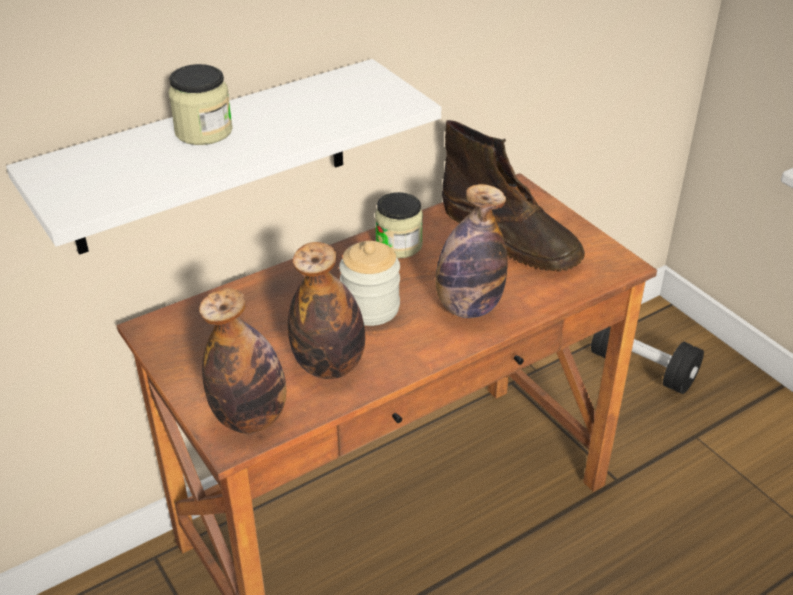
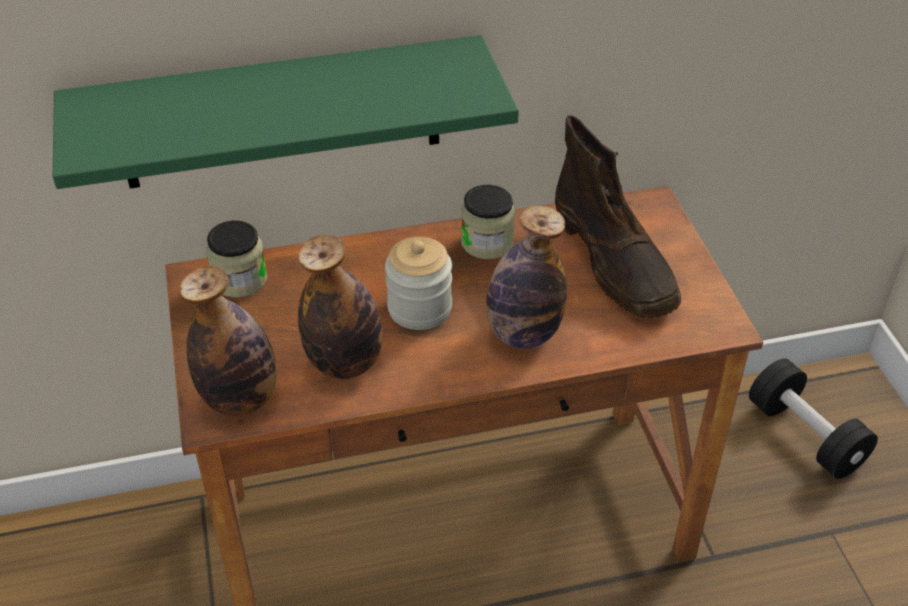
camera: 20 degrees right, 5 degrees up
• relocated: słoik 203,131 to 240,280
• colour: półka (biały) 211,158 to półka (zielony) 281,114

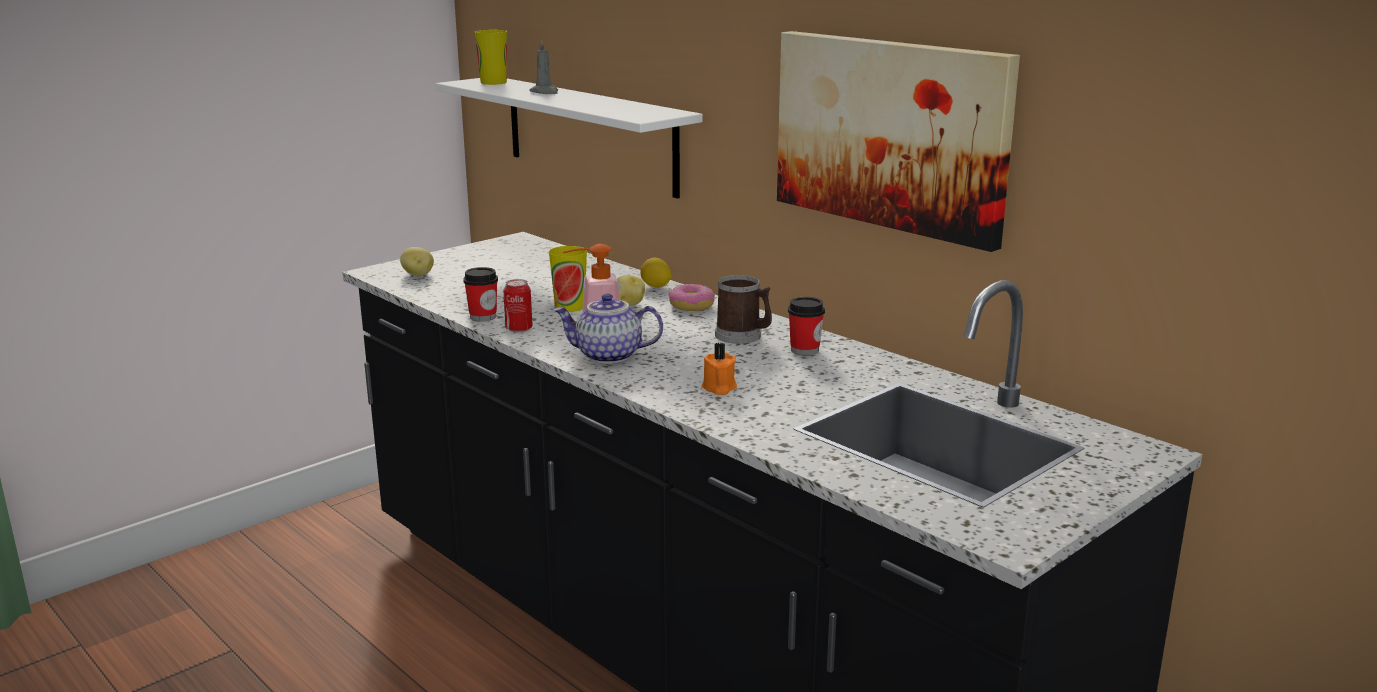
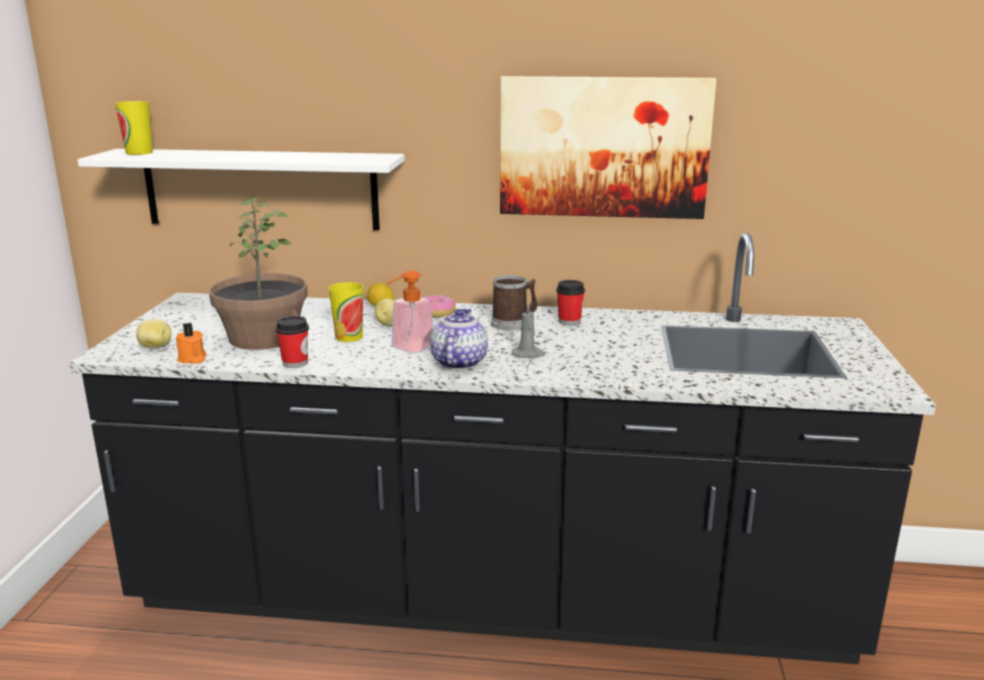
camera: 40 degrees left, 0 degrees up
• missing: puszka 519,329
• appeared: roślina doniczkowa 262,338
• relocated: świeca (szary) 545,92 to 528,354
• relocated: świeca (pomarańczowy) 718,388 to 192,359
• spun: imbryk 608,356 = 458,362 135 degrees clockwise

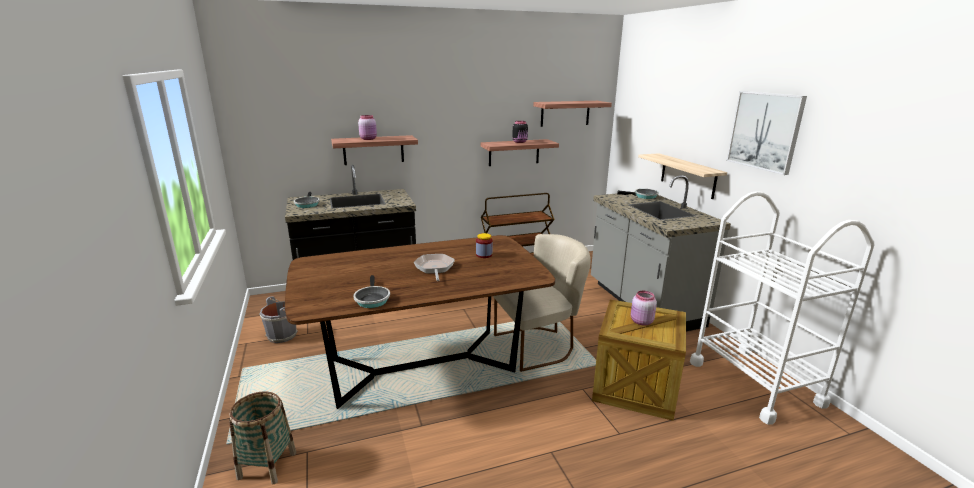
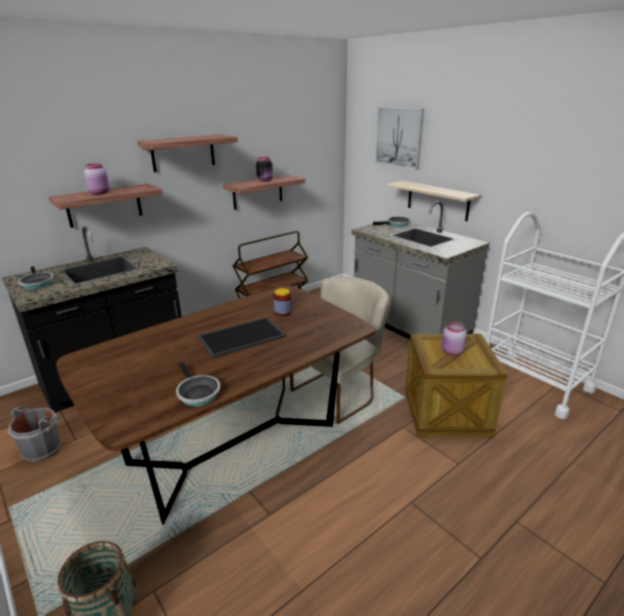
camera: 20 degrees left, 5 degrees up
• relocated: półka 565,113 to 183,153
• relocated: obraz 765,131 to 399,137
• exchanged: patelnia 434,268 to taca 241,338

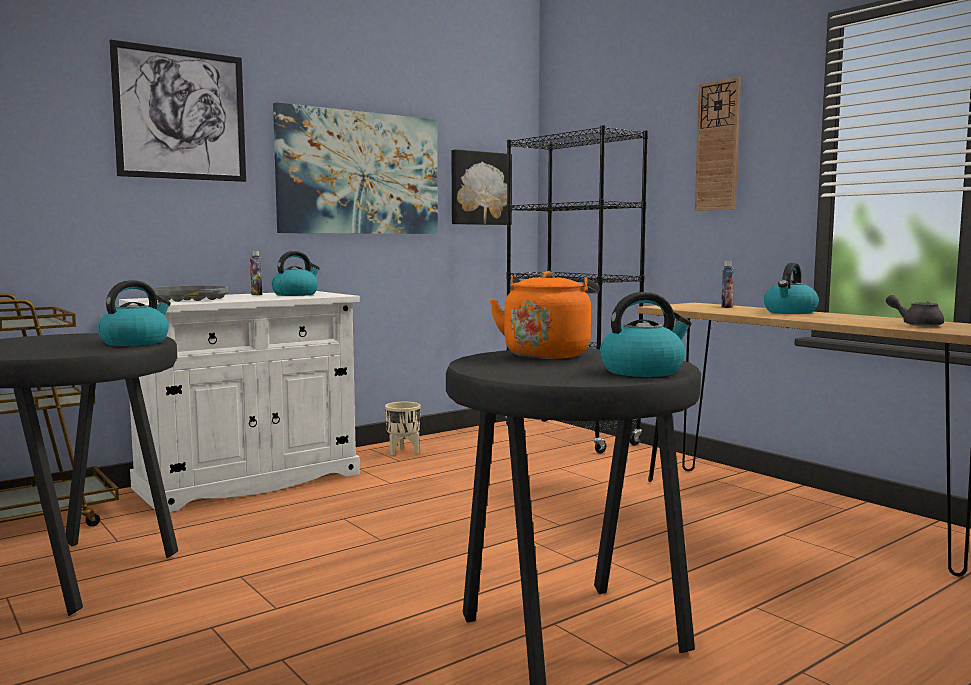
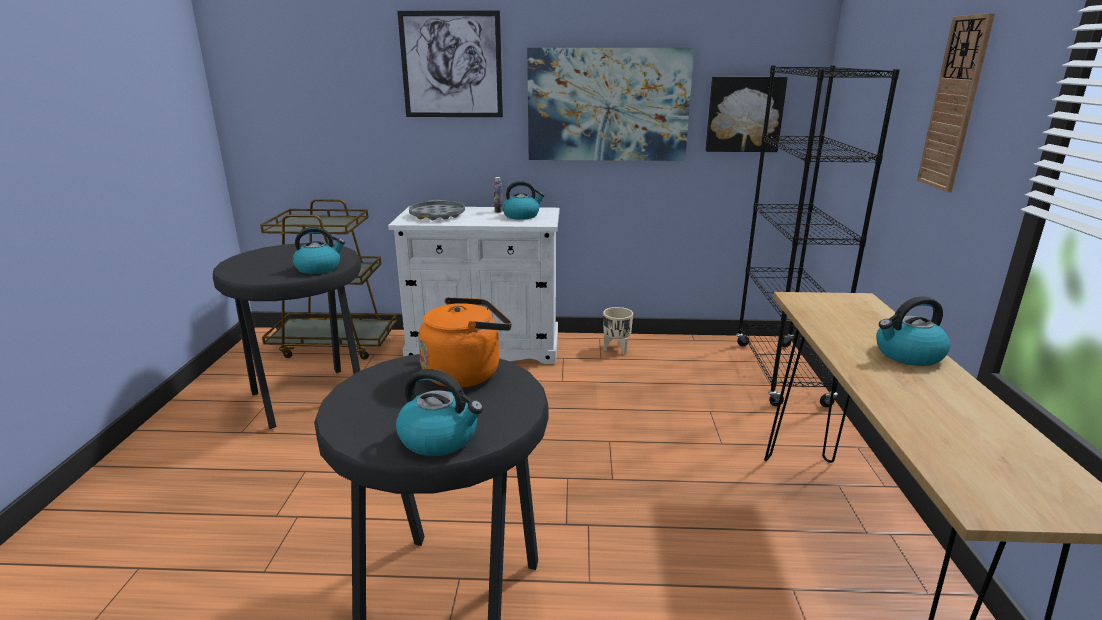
camera: 40 degrees right, 15 degrees up
• missing: butelka 726,307
• missing: imbryk (szary) 916,324

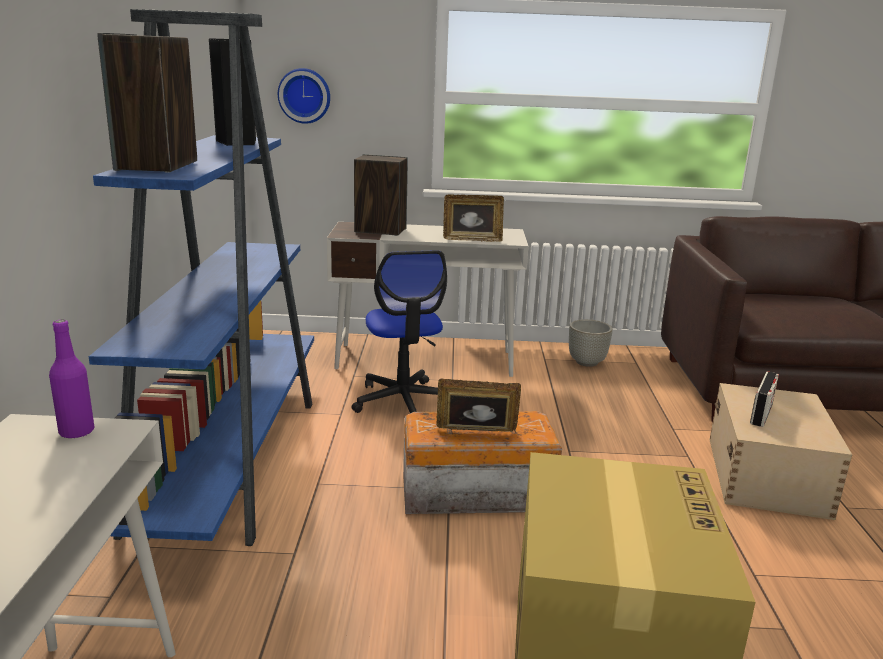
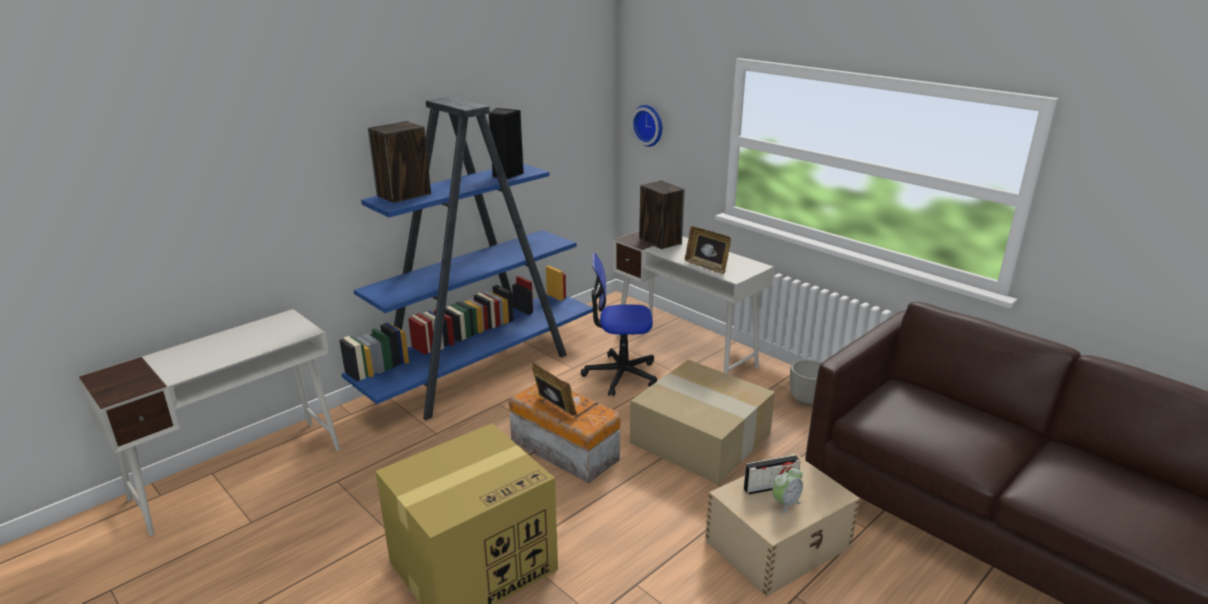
camera: 45 degrees right, 5 degrees up
• missing: butelka (fioletowy) 77,432
• appeared: karton 703,438
• appeared: budzik 785,503
• spun: krzesło biurowe 403,401 = 621,375 60 degrees clockwise

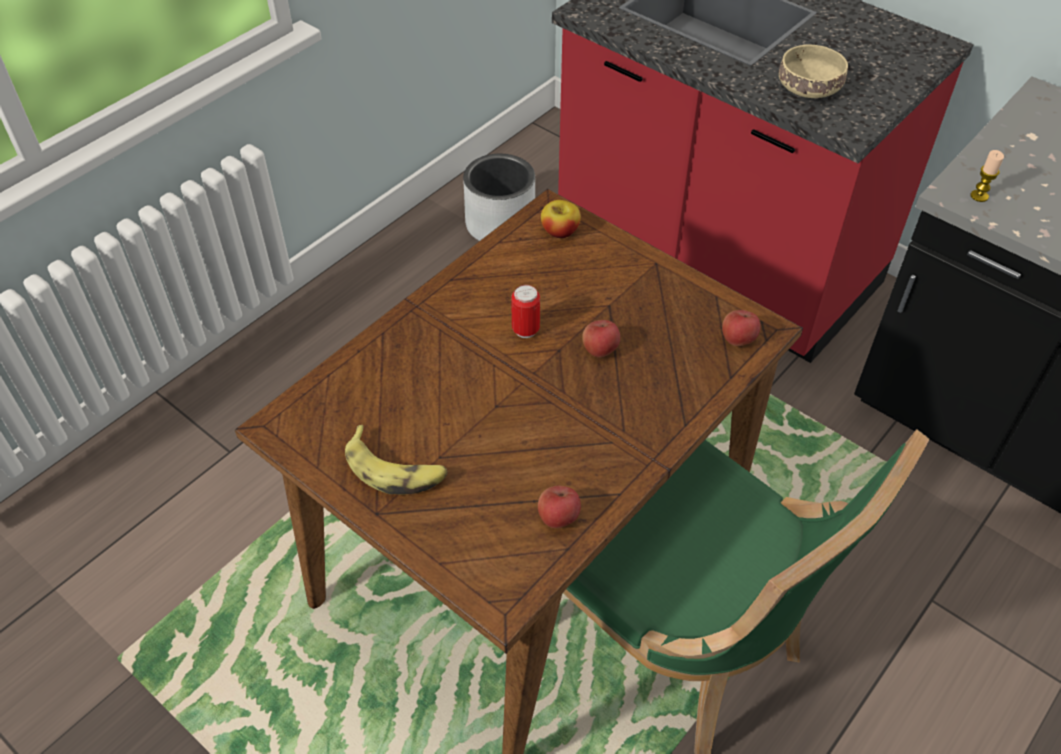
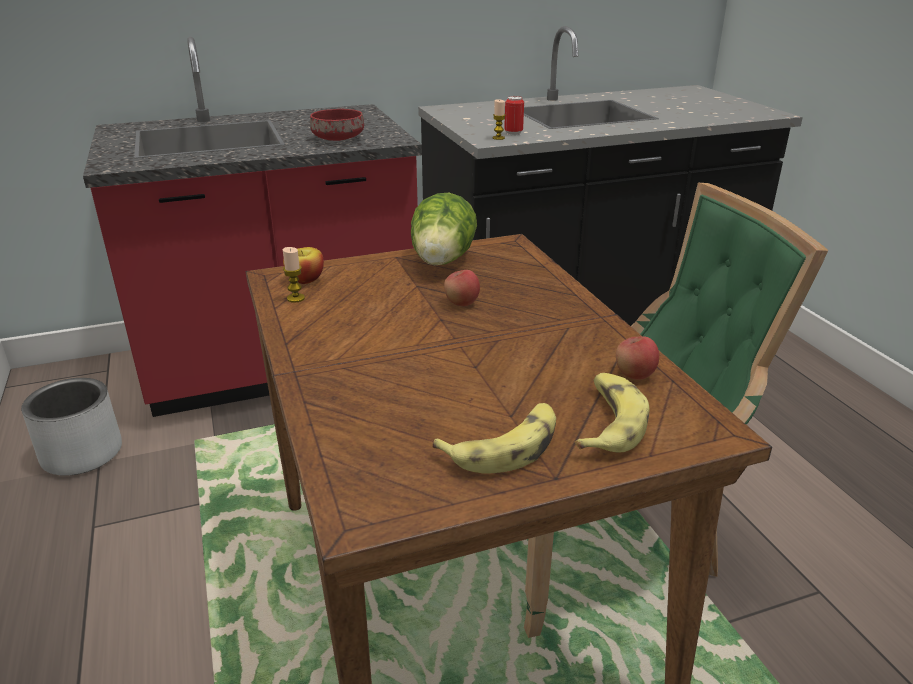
camera: 60 degrees left, 20 degrees down
• missing: jabłko 738,339
• appeared: świeca 295,298
• appeared: sałata 442,262
• appeared: banan 608,422
• relocated: puszka 525,330 to 513,133
• colour: miska (beżowy) 808,87 to miska (czerwony) 337,138

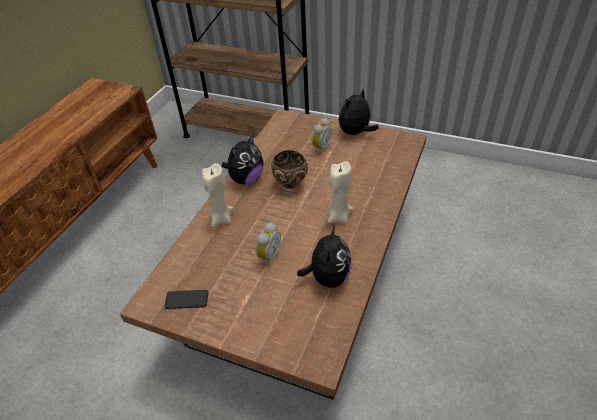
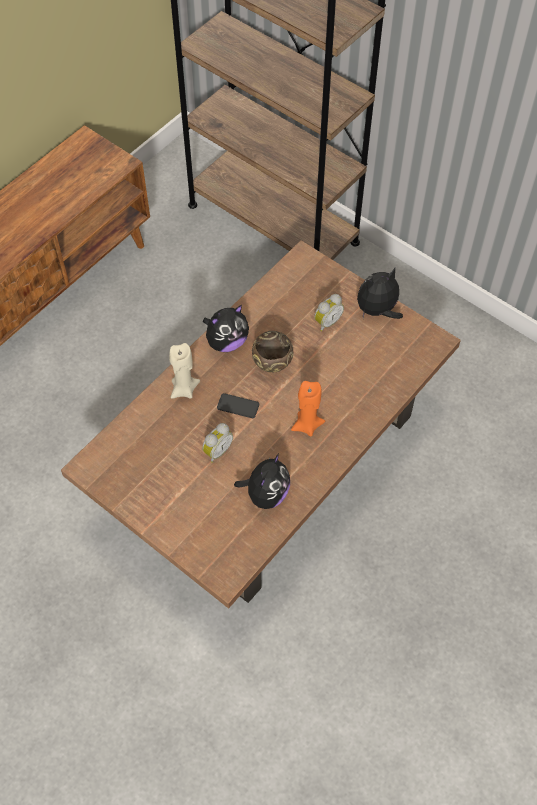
camera: 15 degrees right, 15 degrees up
• relocated: telefon 186,299 to 238,406
• colour: świeca (beżowy) 339,217 to świeca (pomarańczowy) 307,425

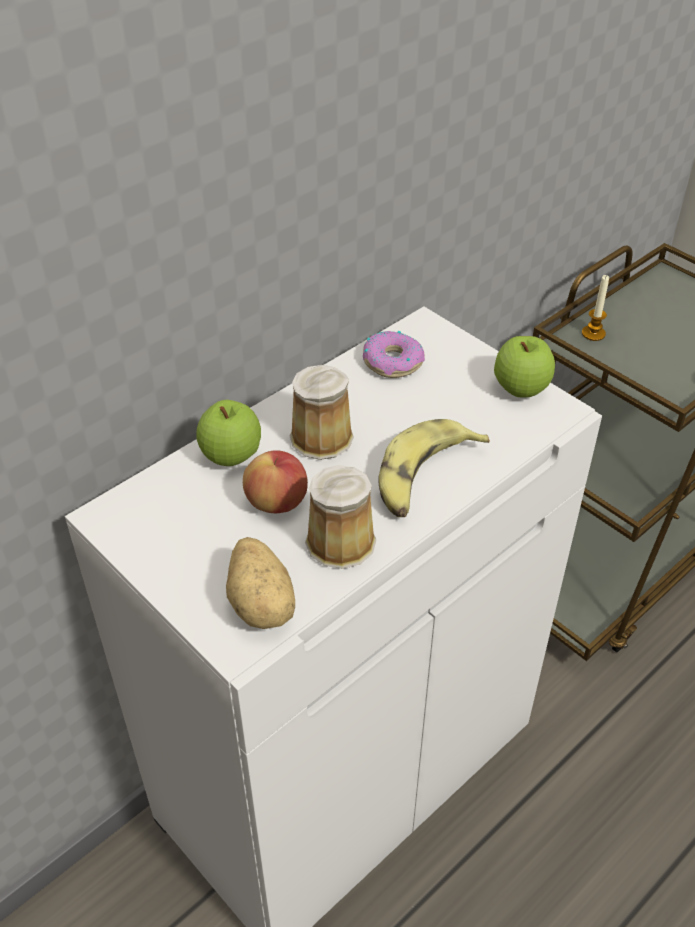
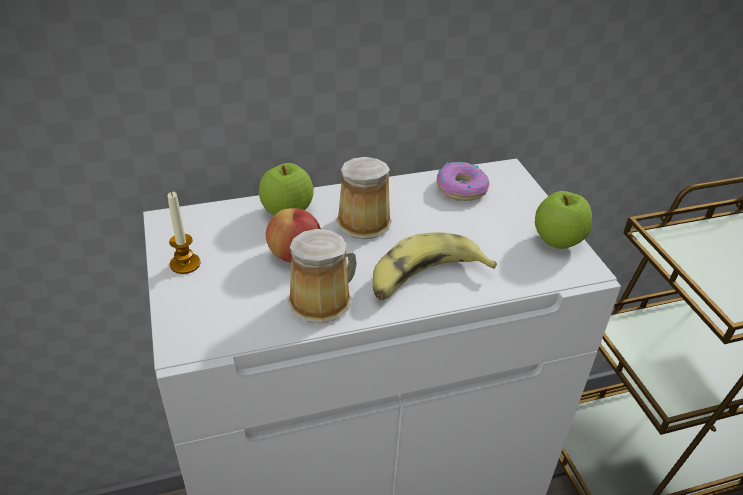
camera: 25 degrees right, 5 degrees down
• missing: ziemniak 263,603
• relocated: świeca 593,333 to 185,264

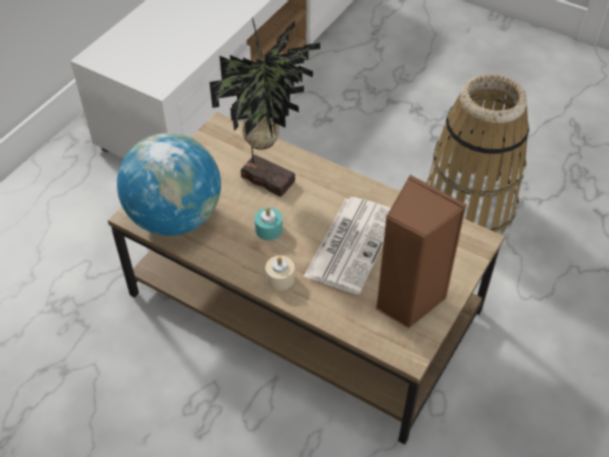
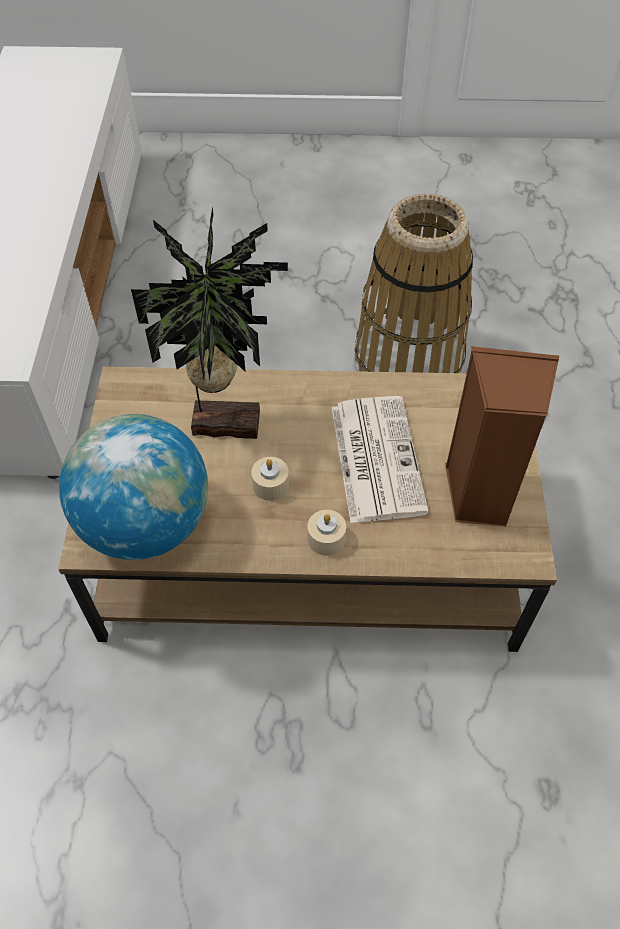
camera: 30 degrees left, 5 degrees up
• colour: świeca (turkusowy) 268,229 to świeca (beżowy) 270,485

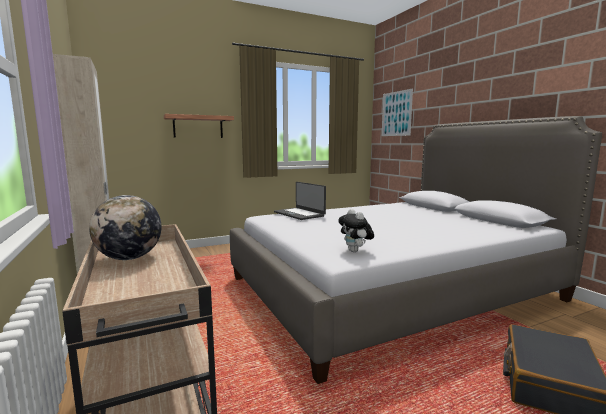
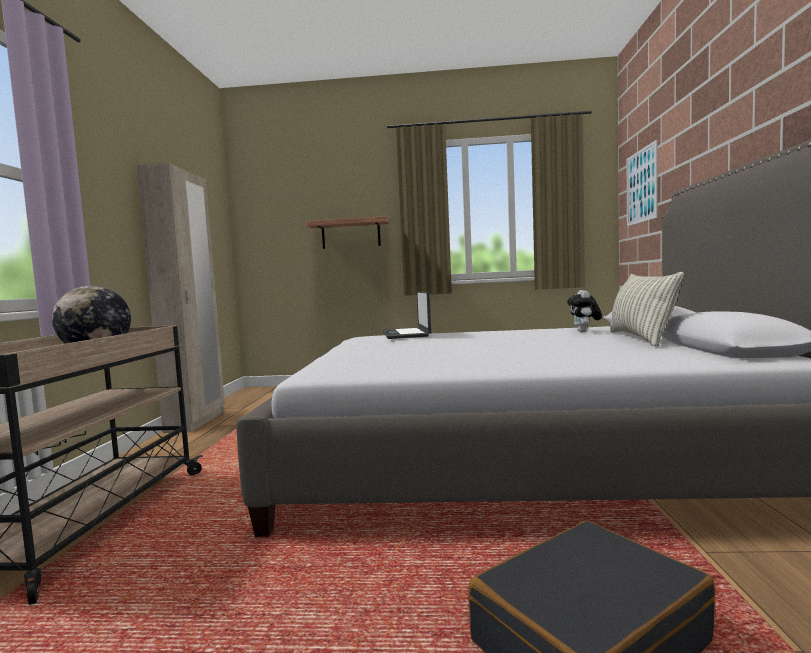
camera: 30 degrees right, 5 degrees down
• appeared: poduszka 640,338
• relocated: pluszak 355,251 to 585,332

